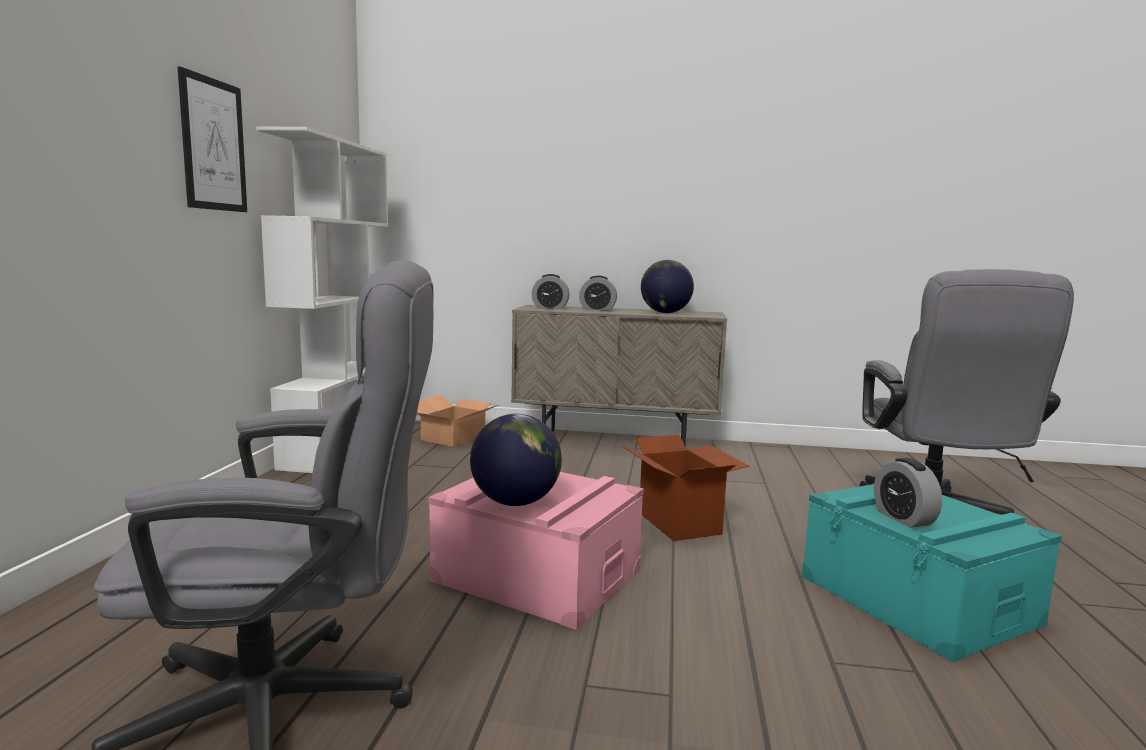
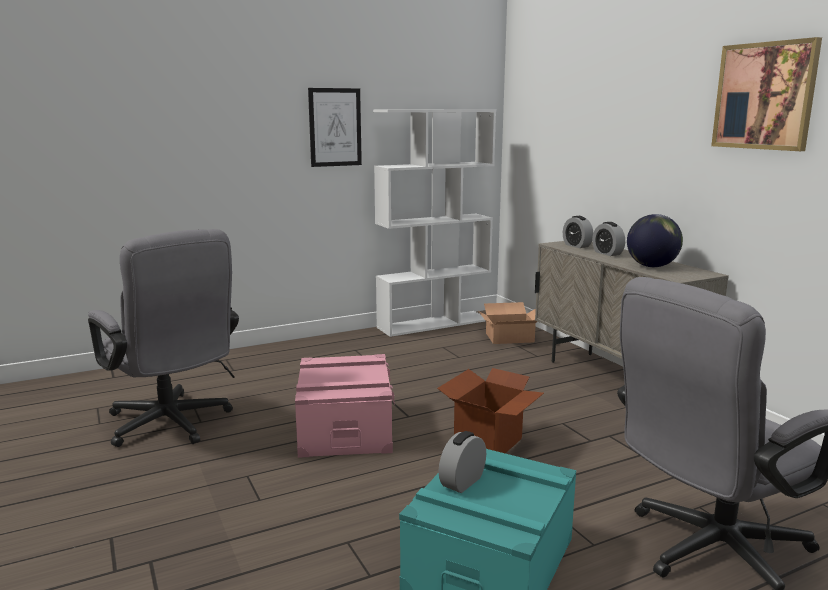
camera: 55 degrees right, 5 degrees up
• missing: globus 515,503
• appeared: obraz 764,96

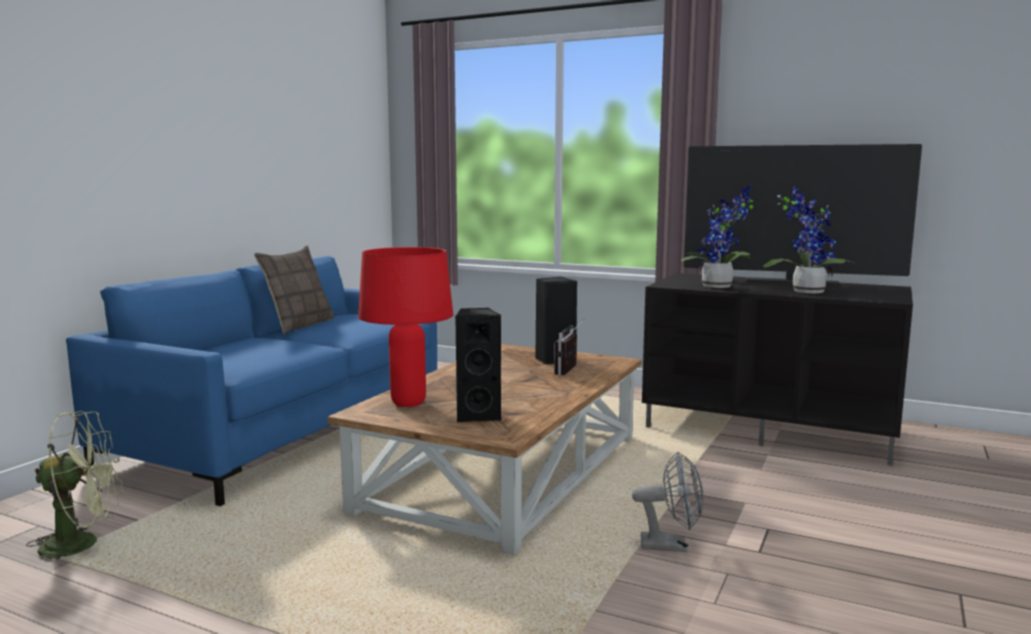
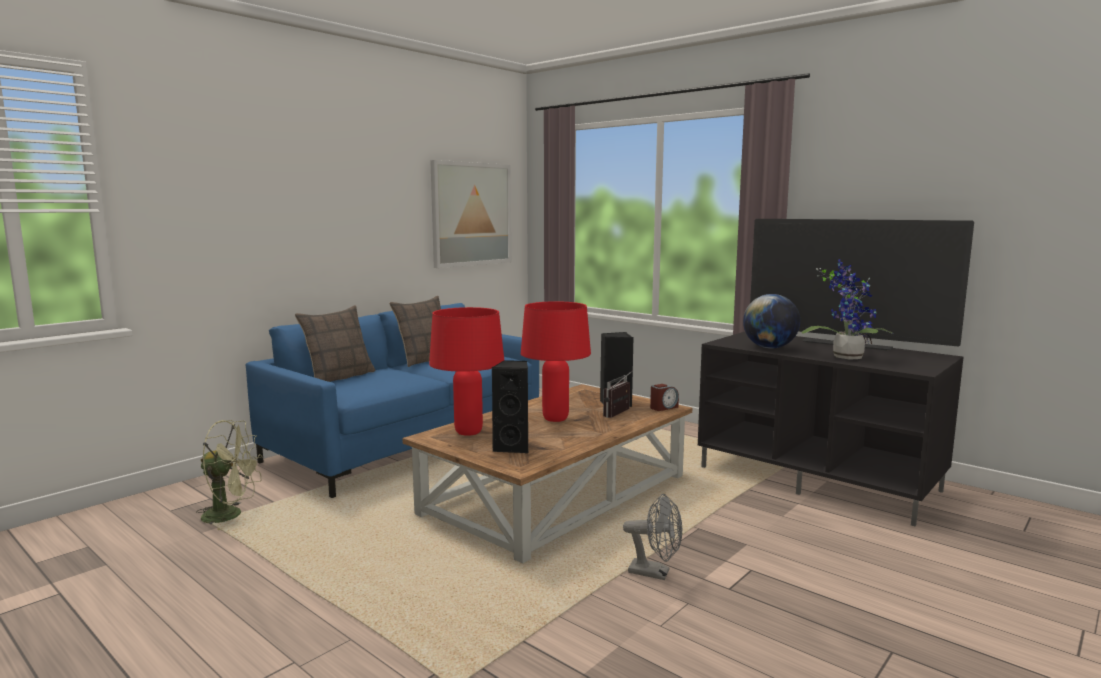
camera: 15 degrees right, 0 degrees up
• appeared: poduszka 339,377
• appeared: obraz 471,214
• appeared: lampa stołowa (czerwony) 555,419
• appeared: budzik 663,407
• exchanged: roślina doniczkowa 720,287 to globus 769,347

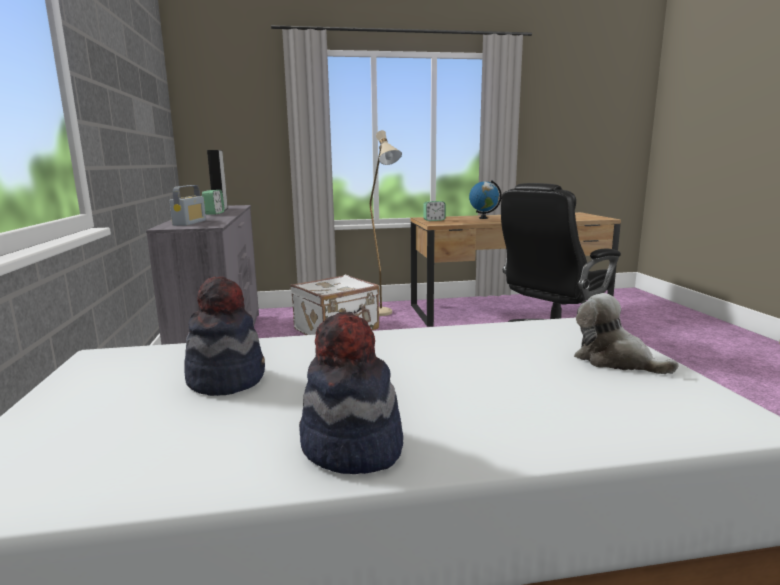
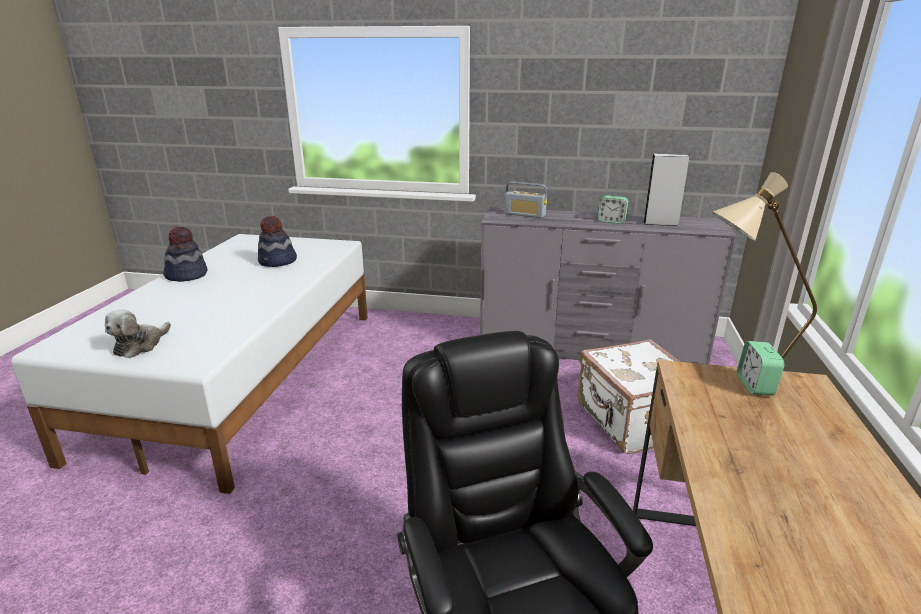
camera: 110 degrees right, 10 degrees up
• missing: globus 483,218
• spun: pluszak 614,361 = 140,345 135 degrees clockwise

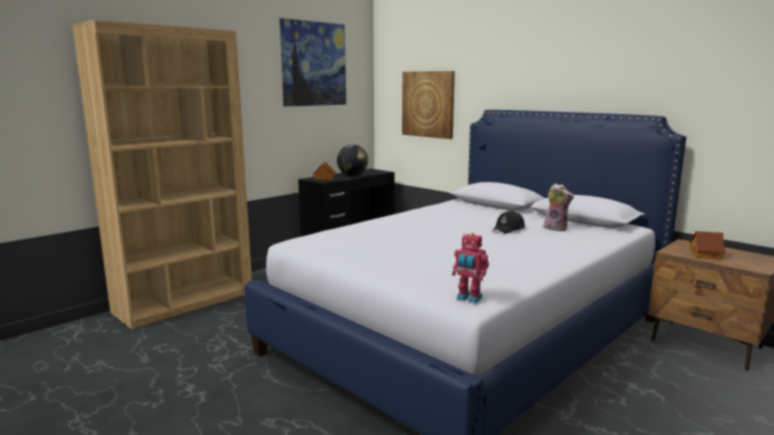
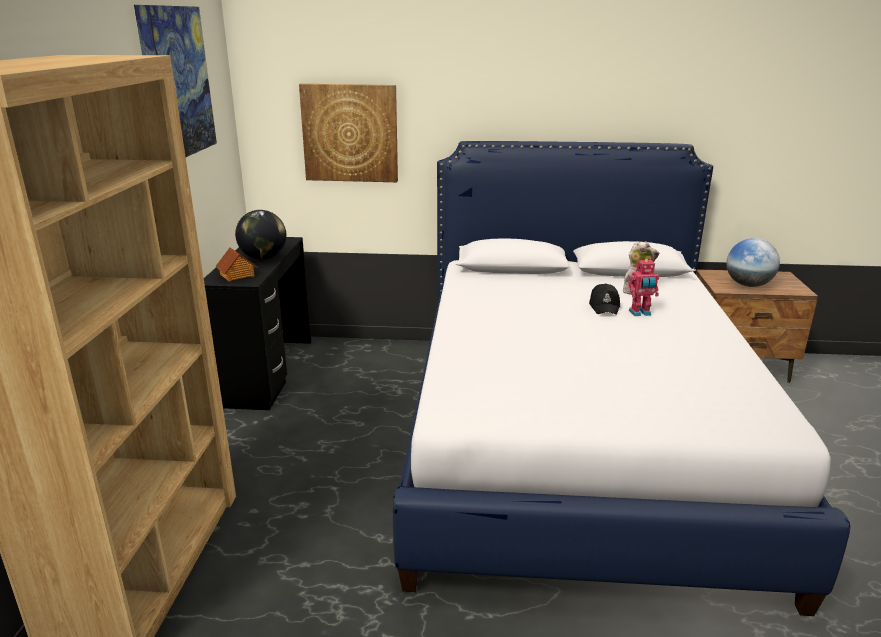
camera: 40 degrees left, 10 degrees up
• relocated: robot zabawkowy 468,298 to 640,313
• exchanged: domek 706,255 to globus 748,285

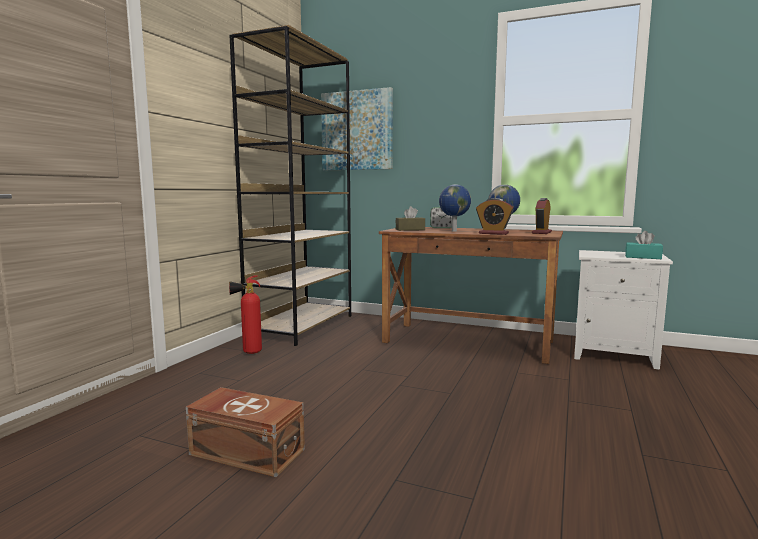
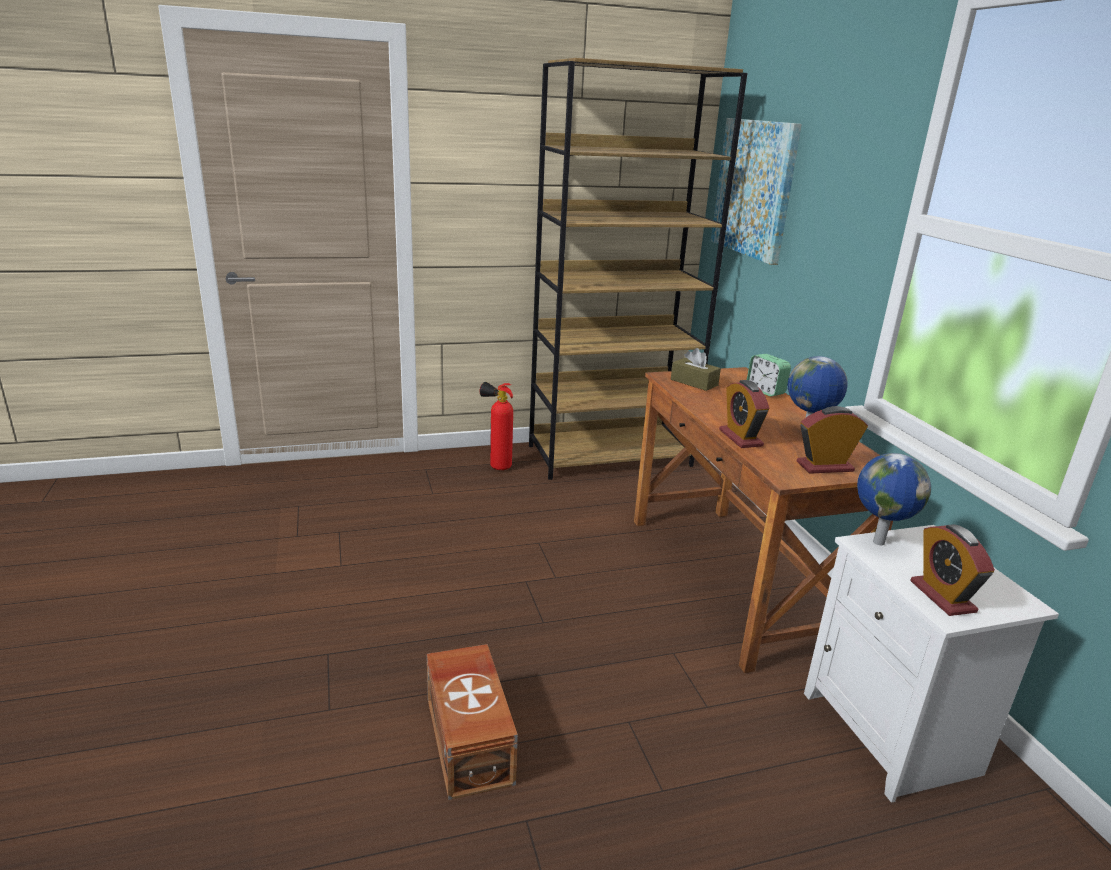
camera: 50 degrees right, 15 degrees up
• relocated: pojemnik do przechowywania (brązowy) 247,451 to 470,738
• relocated: globus 453,231 to 877,541
• exchanged: pudełko chusteczek (turkusowy) 643,257 to budzik 942,596

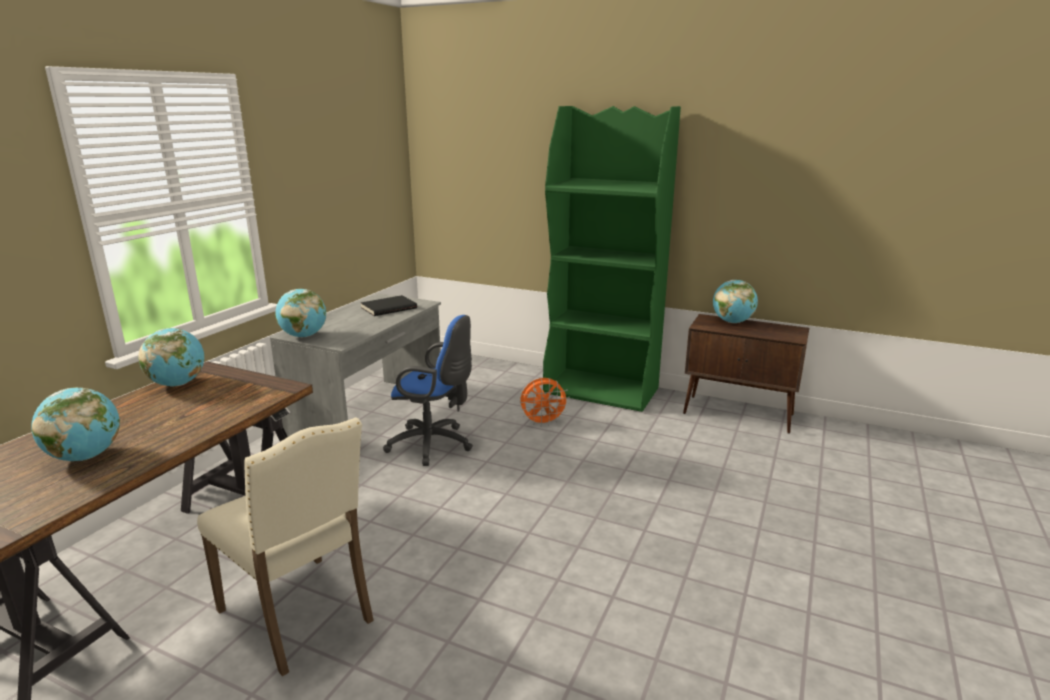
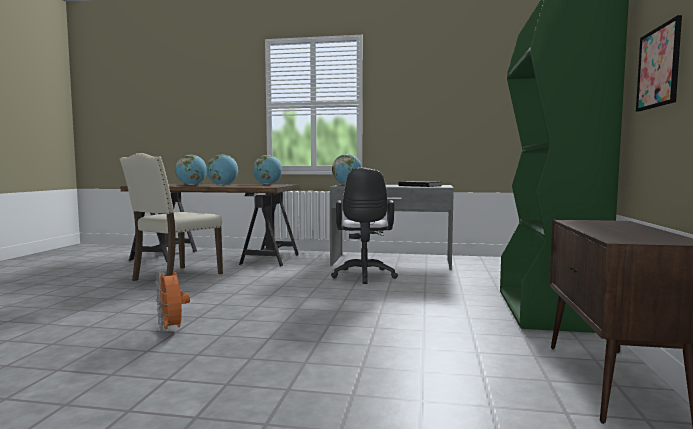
camera: 75 degrees right, 15 degrees down
• appeared: obraz 658,67
• relocated: wentylator (pomarańczowy) 543,423 to 171,331
• relocated: globus 732,322 to 223,185
• colour: krzesło biurowe (niebieski) 434,445 to krzesło biurowe (biały) 364,276

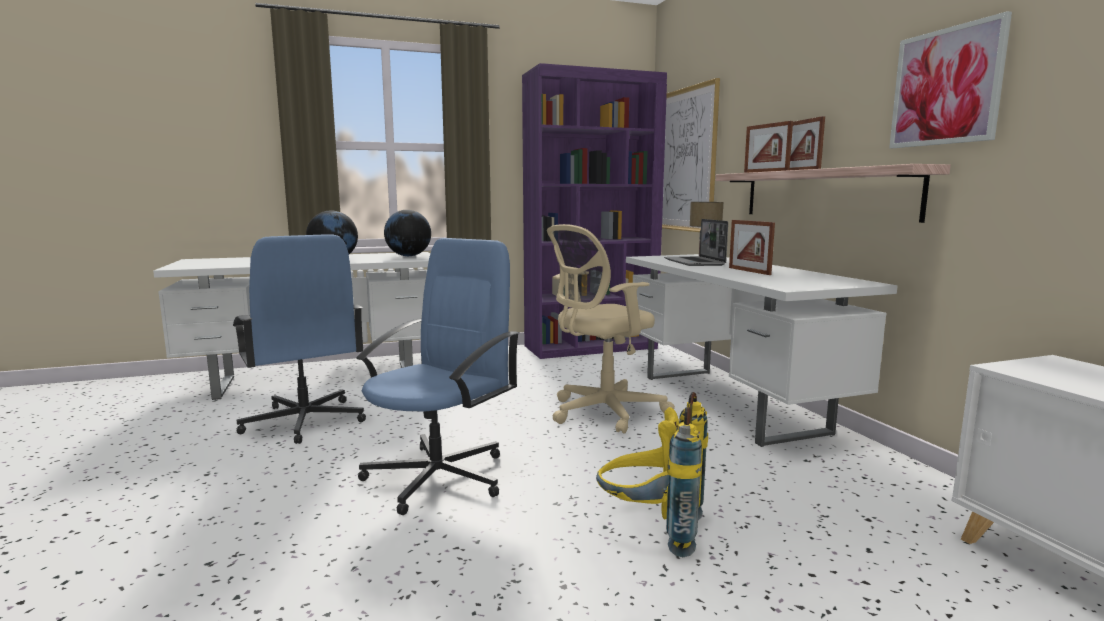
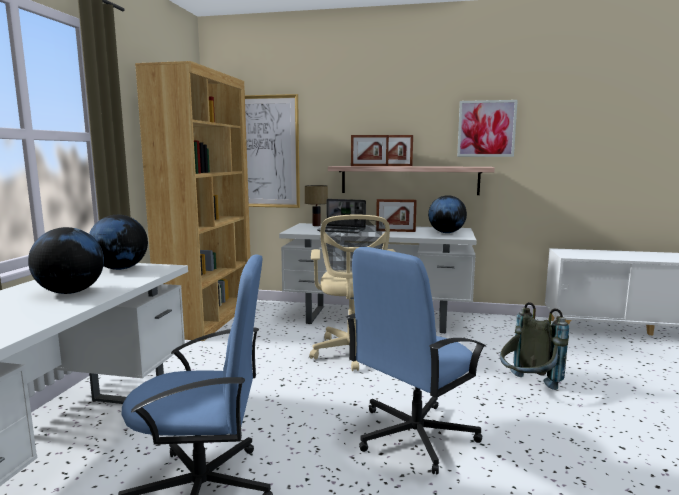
camera: 60 degrees left, 0 degrees up
• appeared: globus 446,232
• colour: regał (fioletowy) 591,347 to regał (brązowy) 209,318
• colour: plecak (żółty) 651,530 to plecak (szary) 527,387
• spun: krzesło biurowe (niebieski) 439,476 = 413,435 105 degrees counterclockwise

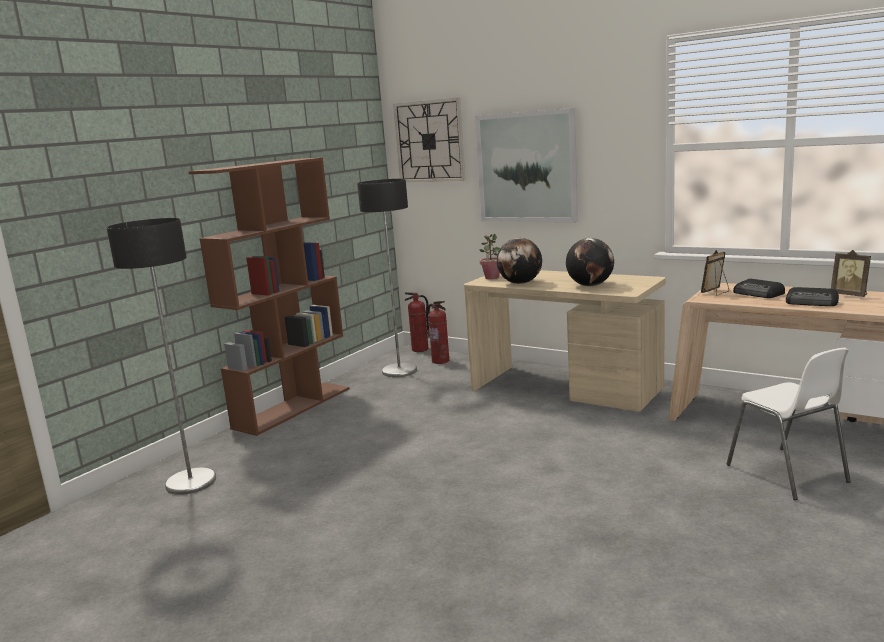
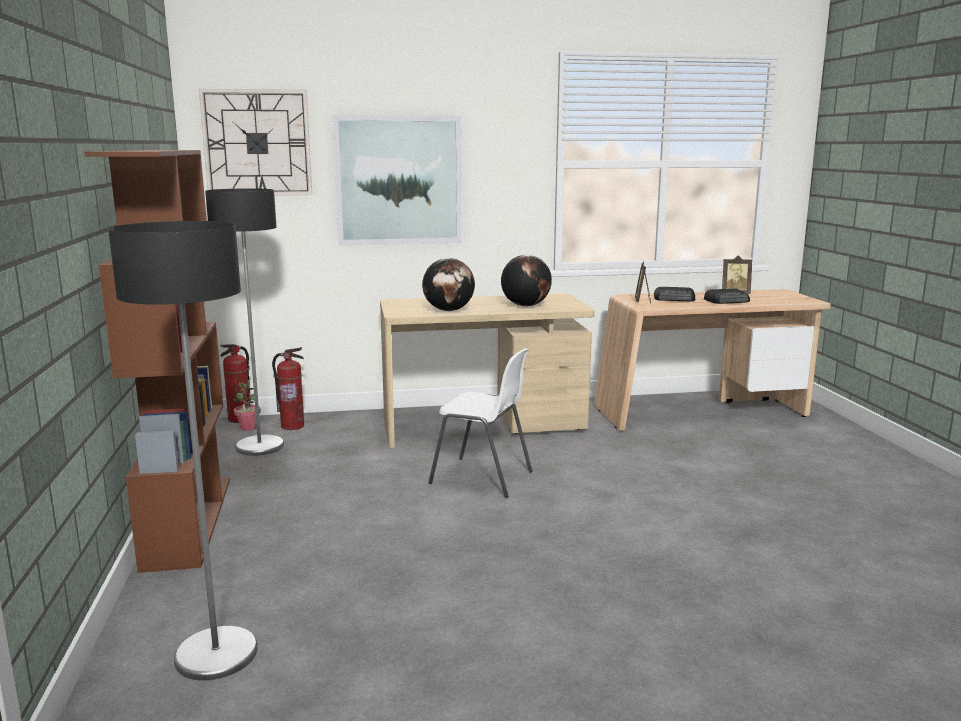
camera: 45 degrees left, 0 degrees up
• relocated: roślina doniczkowa 491,277 to 248,428
• relocated: krzesło (biały) 787,474 to 482,478

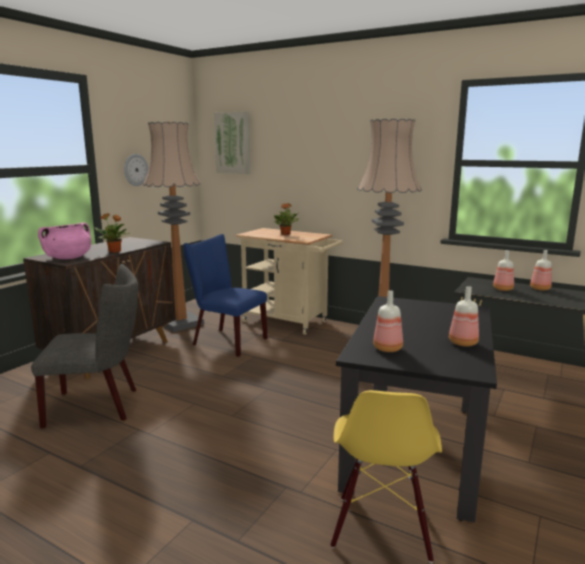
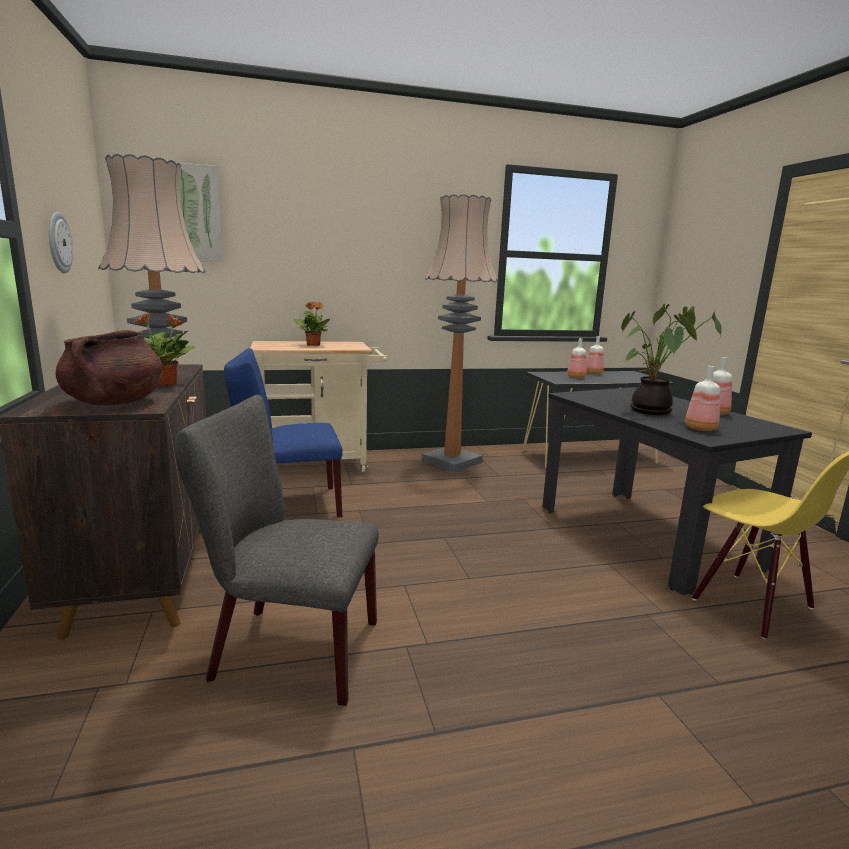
camera: 45 degrees left, 0 degrees up
• appeared: roślina doniczkowa 652,412
• colour: garnek (różowy) 68,258 to garnek (brązowy) 114,403
• spun: krzesło (szary) 99,406 = 285,649 120 degrees counterclockwise

